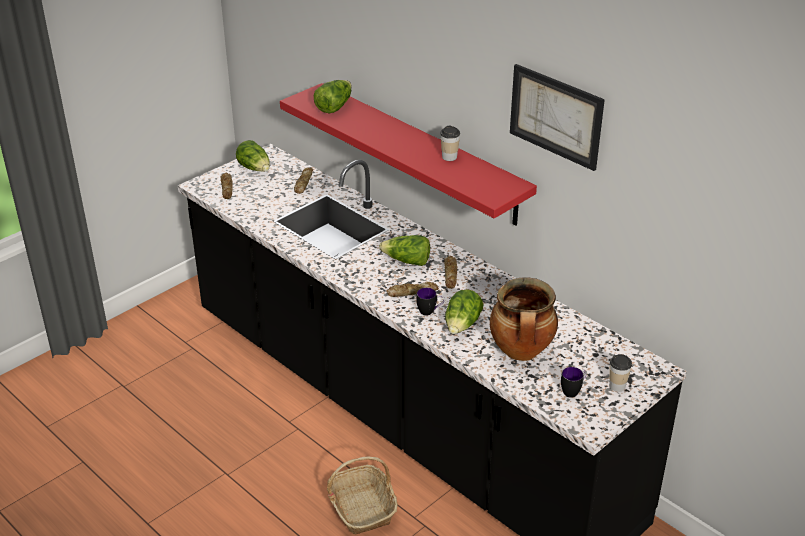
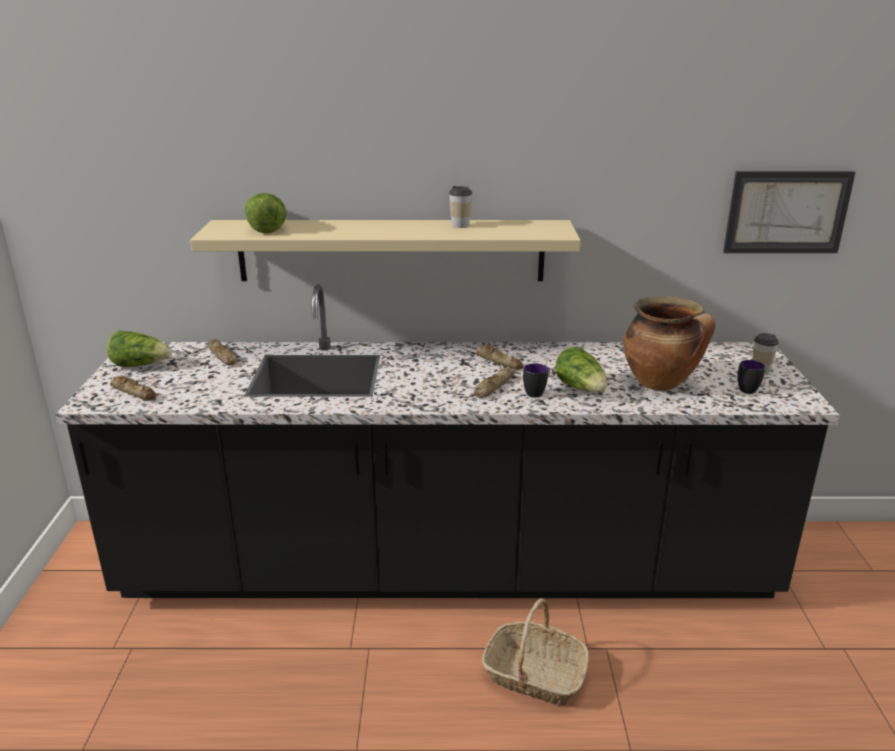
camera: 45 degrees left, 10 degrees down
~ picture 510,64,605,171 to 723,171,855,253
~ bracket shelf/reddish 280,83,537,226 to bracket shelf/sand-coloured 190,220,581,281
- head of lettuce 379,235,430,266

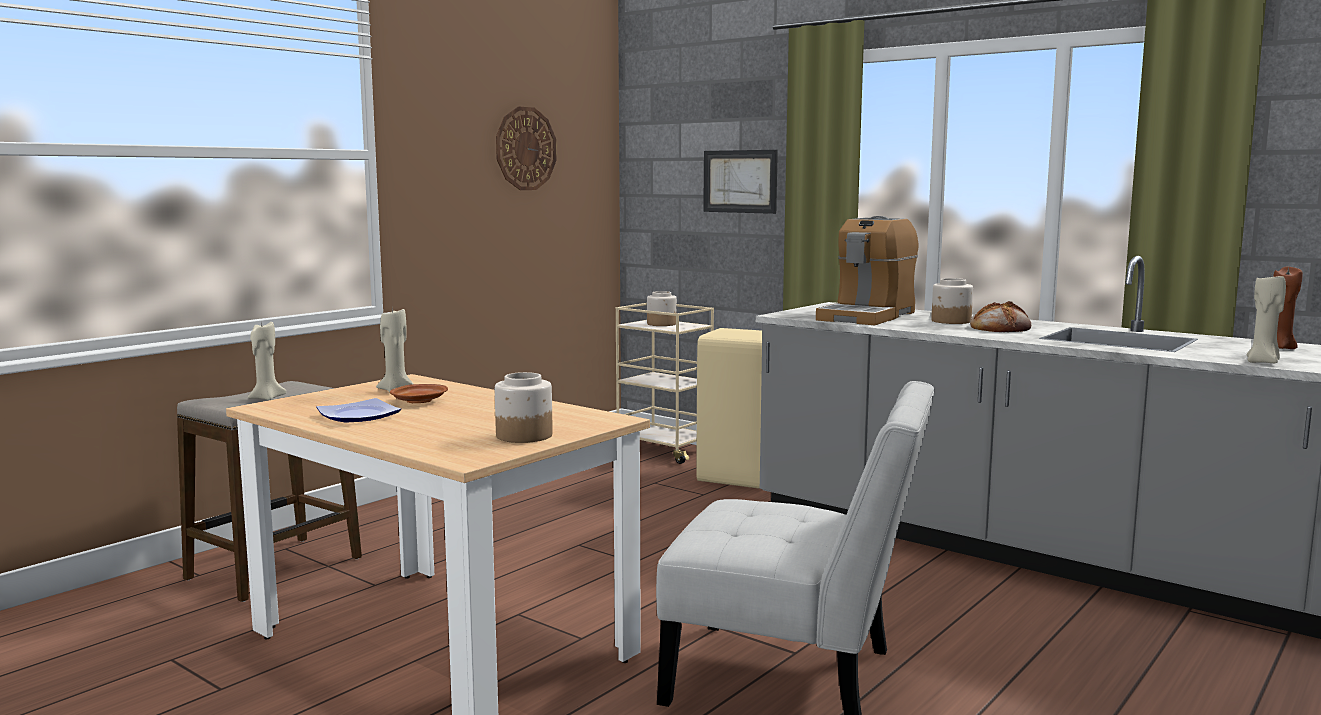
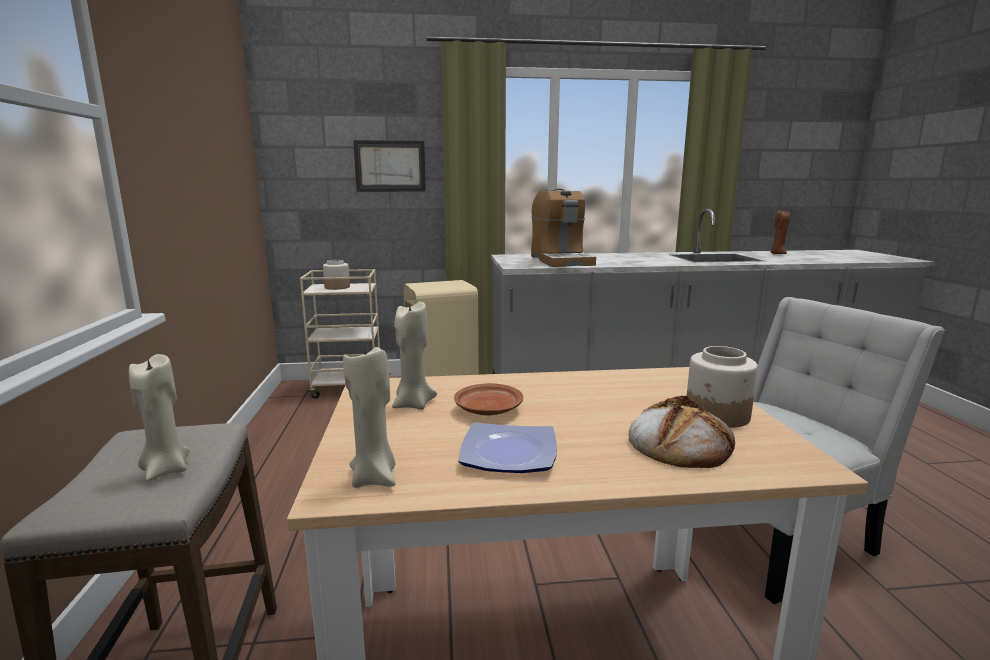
camera: 45 degrees left, 5 degrees up
- hanging clock 496,106,557,190
~ wax candle/sand-coloured 1246,274,1286,363 to 343,343,396,488
- jar 931,278,973,324
~ bakery bread 970,301,1031,332 to 629,395,735,468

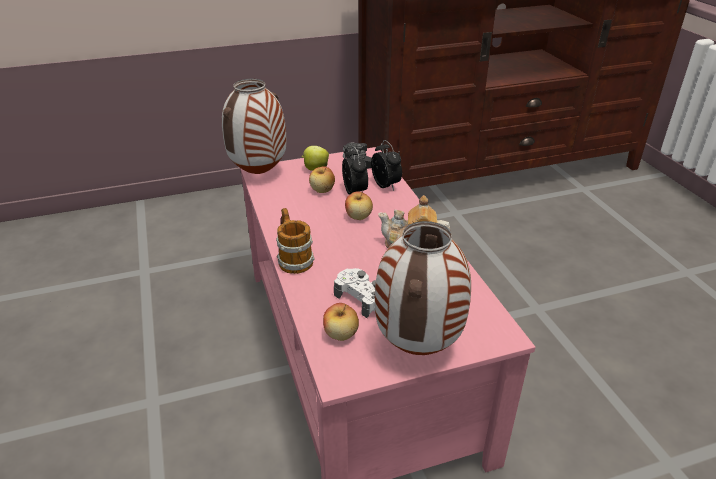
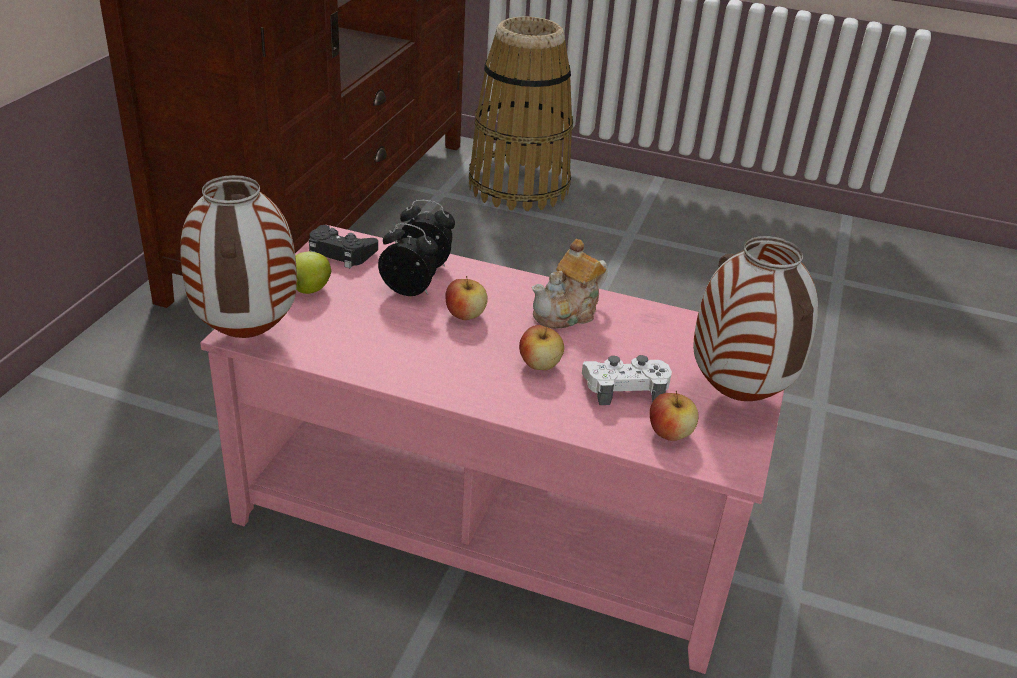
camera: 55 degrees left, 0 degrees up
~ apple fruit 309,166,335,193 to 519,325,564,370
- mug 276,208,315,274
+ basket 469,16,573,211

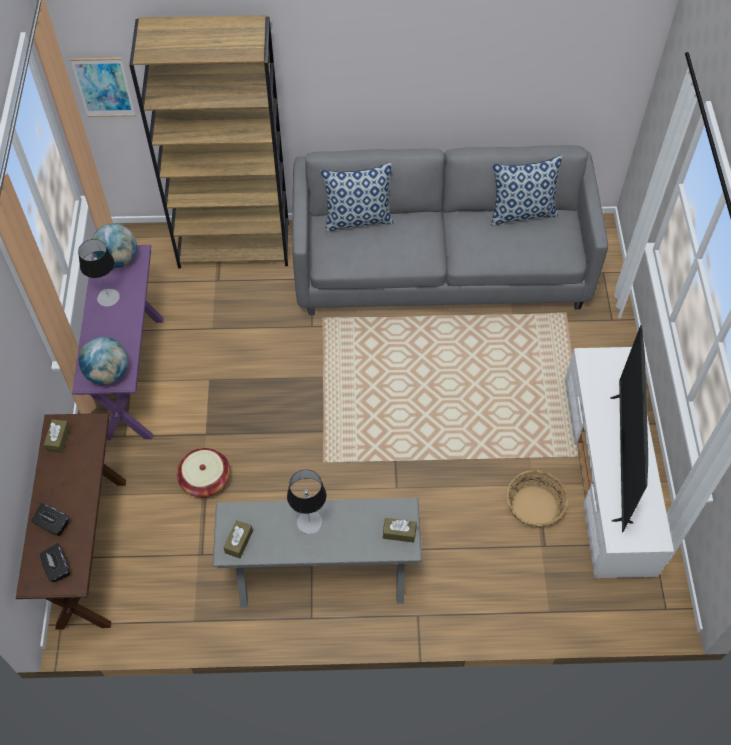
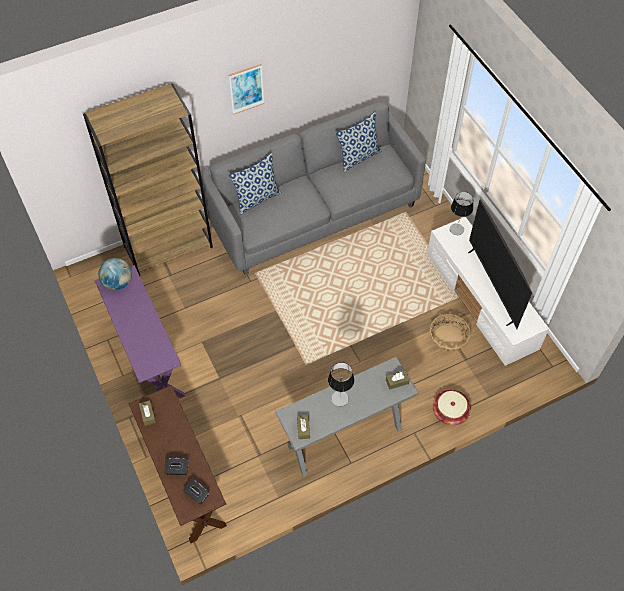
camera: 25 degrees left, 0 degrees up
~ picture 70,58,135,117 to 229,64,264,115
~ lamp for a table 78,239,120,306 to 450,192,473,235
- globe 79,337,128,385
~ basket 177,448,230,498 to 433,389,471,425

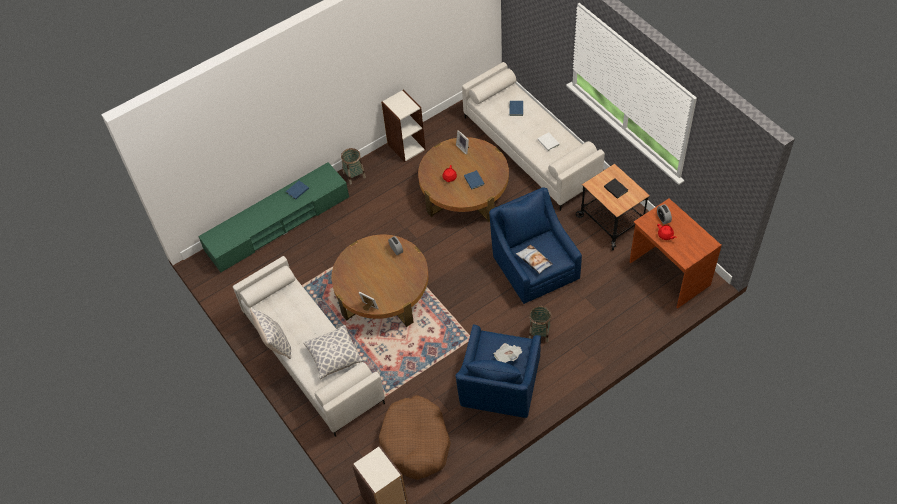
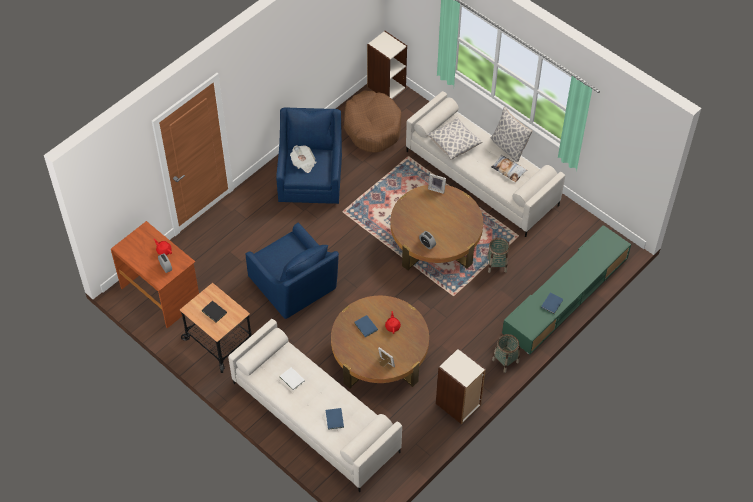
camera: 165 degrees right, 0 degrees up
~ cushion 516,245,553,274 to 491,155,527,182
~ basket 529,306,551,342 to 487,238,510,273

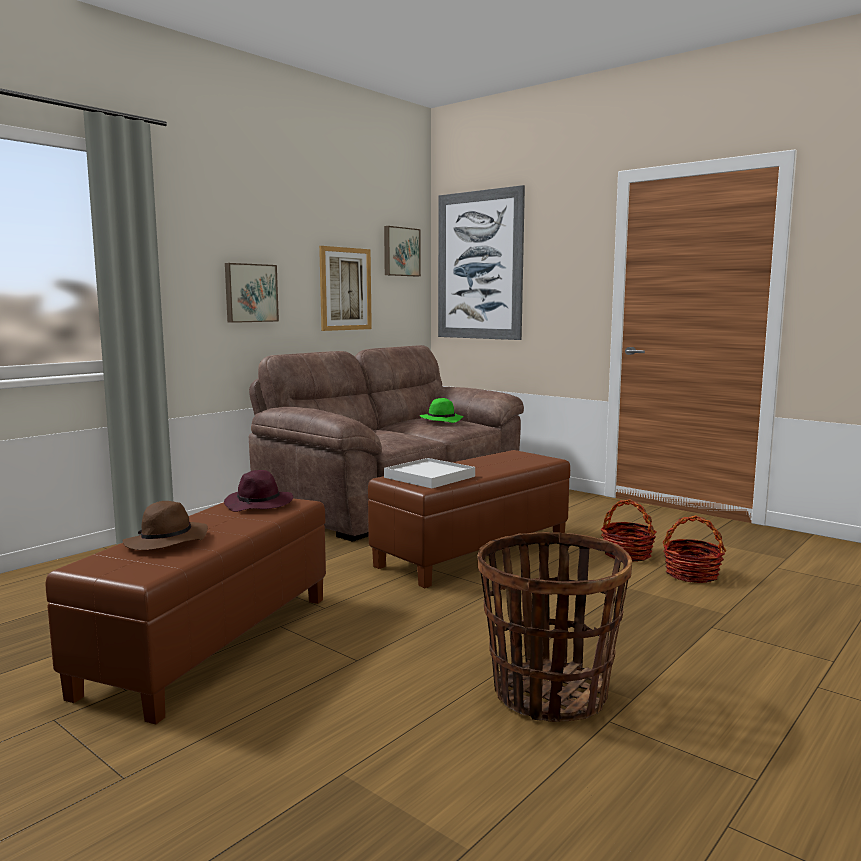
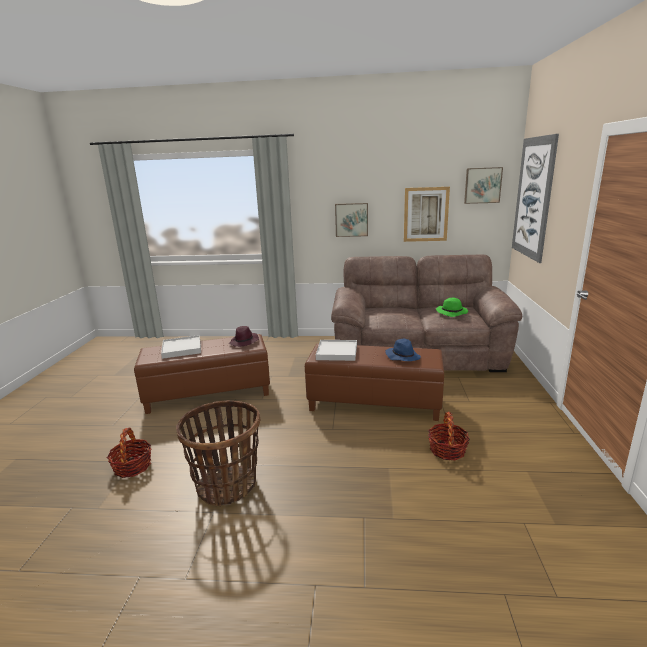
camera: 55 degrees right, 10 degrees up
~ hat/brownish 123,501,208,550 to carrying tray/white 161,335,201,359
~ basket 663,515,727,583 to 107,428,151,478
+ hat/blue 385,339,421,361

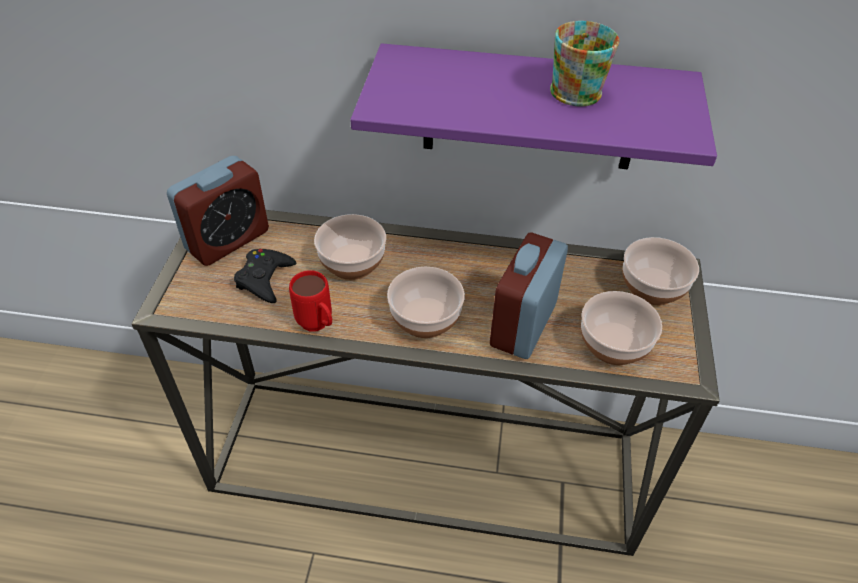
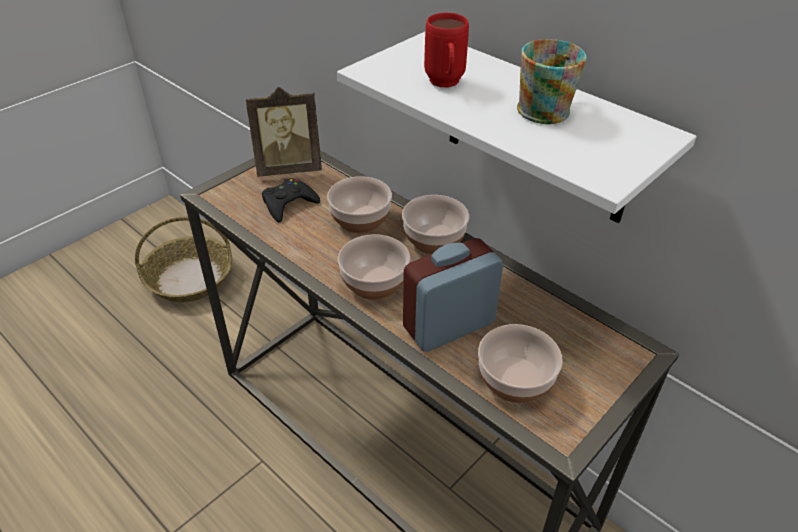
camera: 35 degrees right, 5 degrees down
~ bracket shelf/purple 350,43,717,169 to bracket shelf/white 337,32,696,223
~ bedside clock 167,156,269,266 to picture frame 246,87,322,177
~ serving bowl 622,237,699,305 to 402,195,469,254
~ mug/reddish 289,270,332,331 to 424,13,469,88
+ basket 135,217,232,302

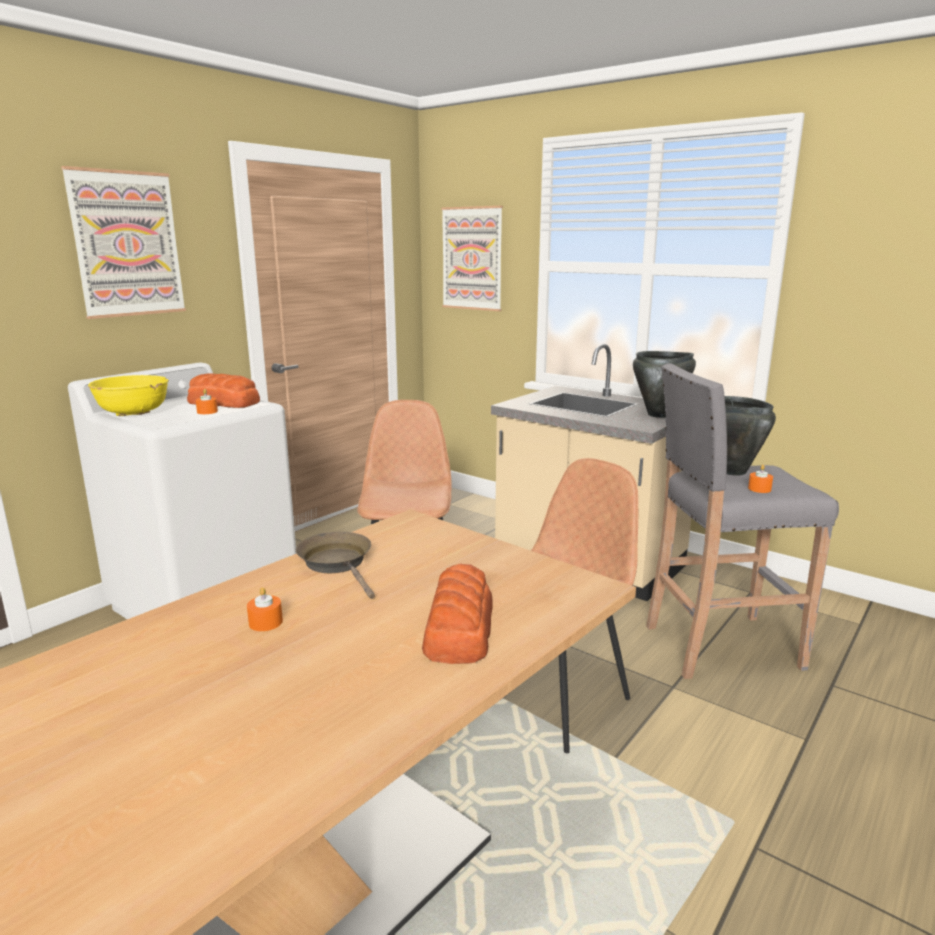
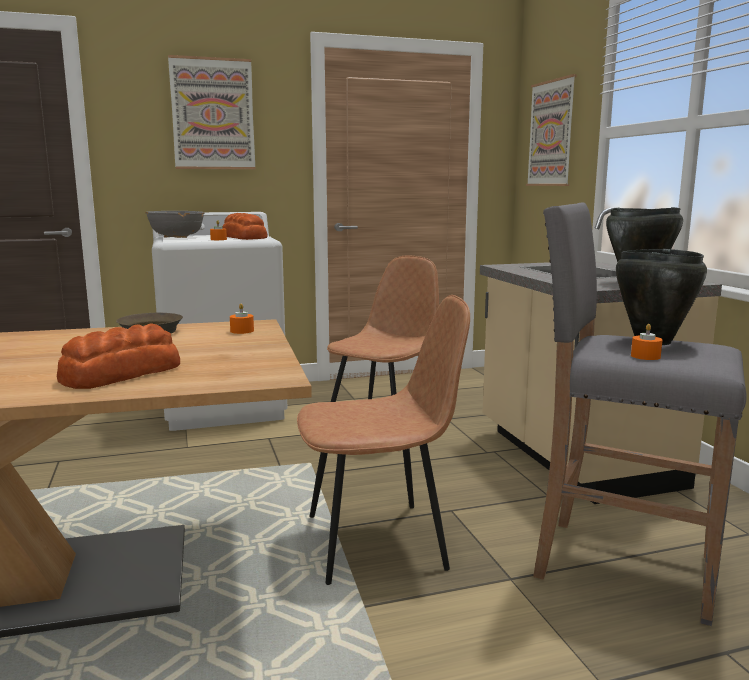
camera: 35 degrees right, 5 degrees down
~ serving bowl/yellow-coloured 88,375,169,416 to serving bowl/greyish 146,211,204,238
~ wax candle/orange-coloured 247,587,283,631 to 230,304,254,334

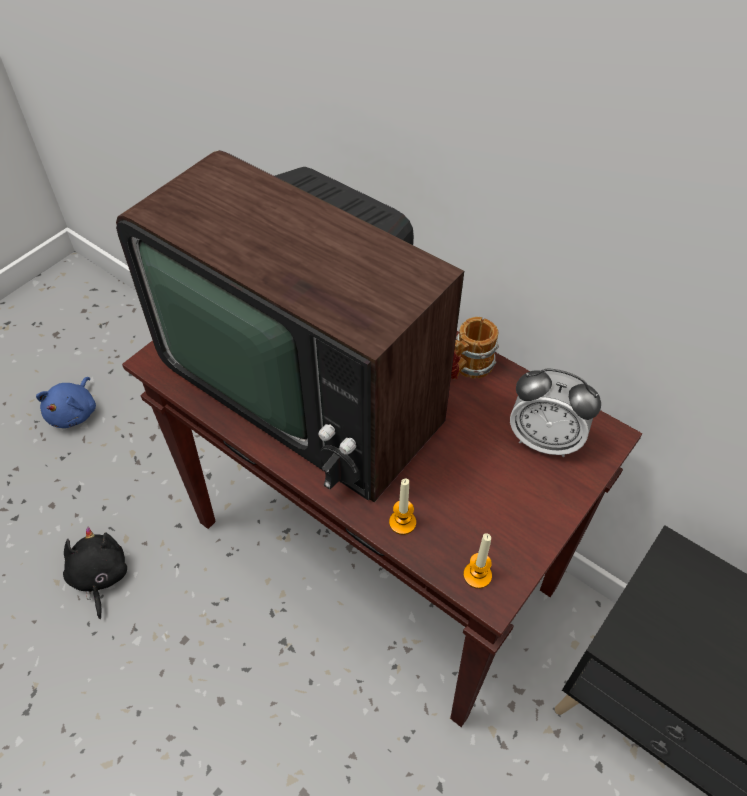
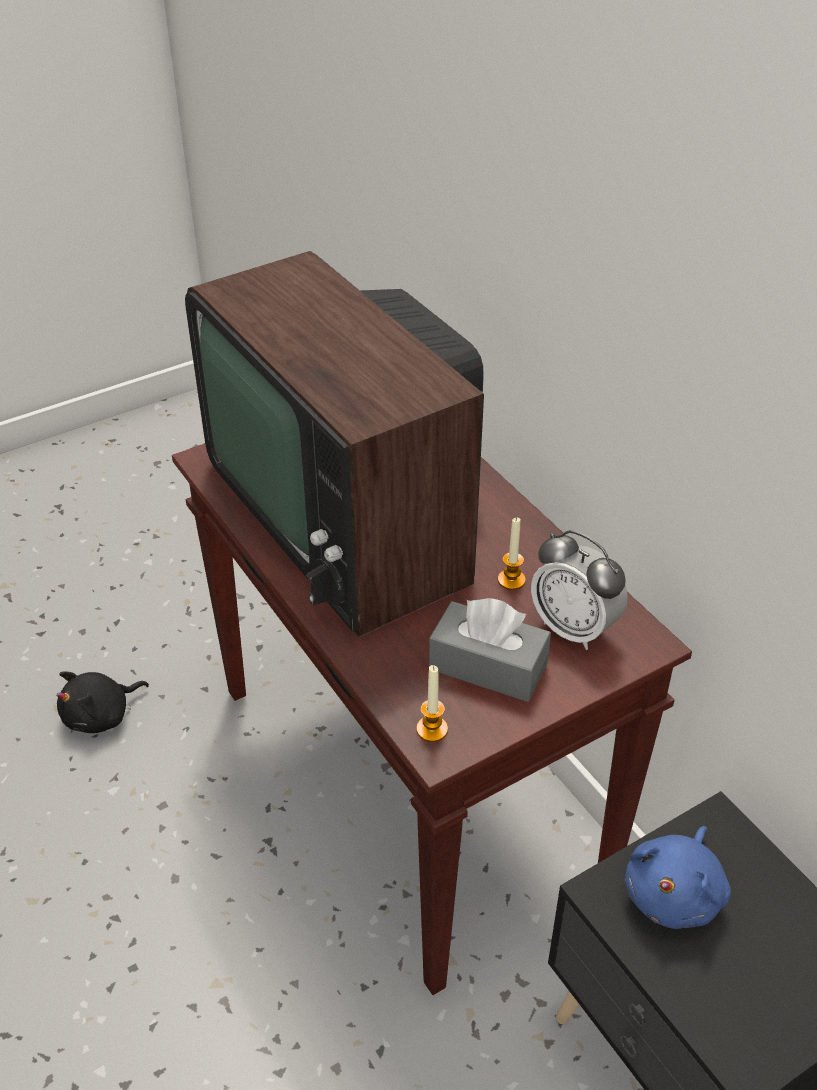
camera: 20 degrees right, 10 degrees down
- mug 451,317,499,380
~ cuddly toy/blue 36,377,96,428 to 625,826,731,929
~ wax candle 389,479,416,535 to 498,517,526,590
~ cuddly toy/black-coloured 63,527,127,619 = 56,671,149,733 135 degrees counterclockwise
+ box of tissues/greyish 429,598,551,702

